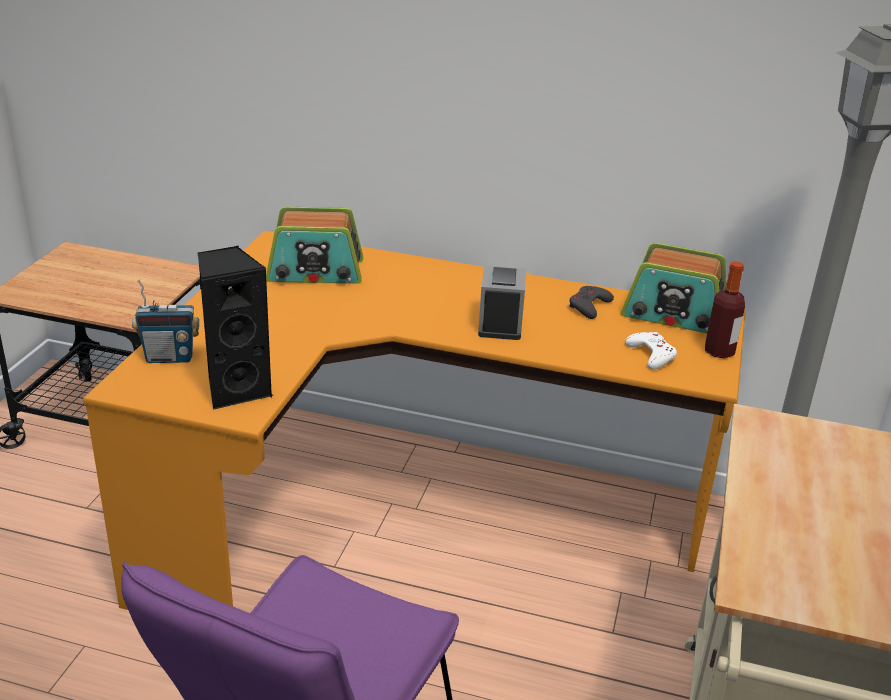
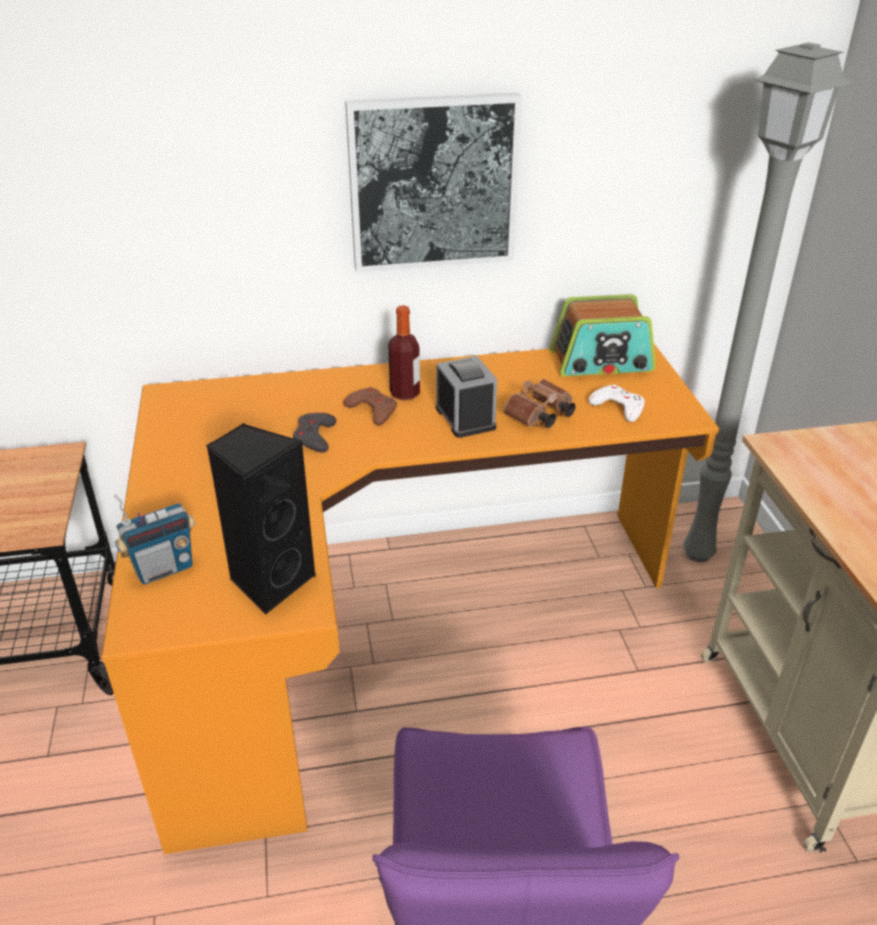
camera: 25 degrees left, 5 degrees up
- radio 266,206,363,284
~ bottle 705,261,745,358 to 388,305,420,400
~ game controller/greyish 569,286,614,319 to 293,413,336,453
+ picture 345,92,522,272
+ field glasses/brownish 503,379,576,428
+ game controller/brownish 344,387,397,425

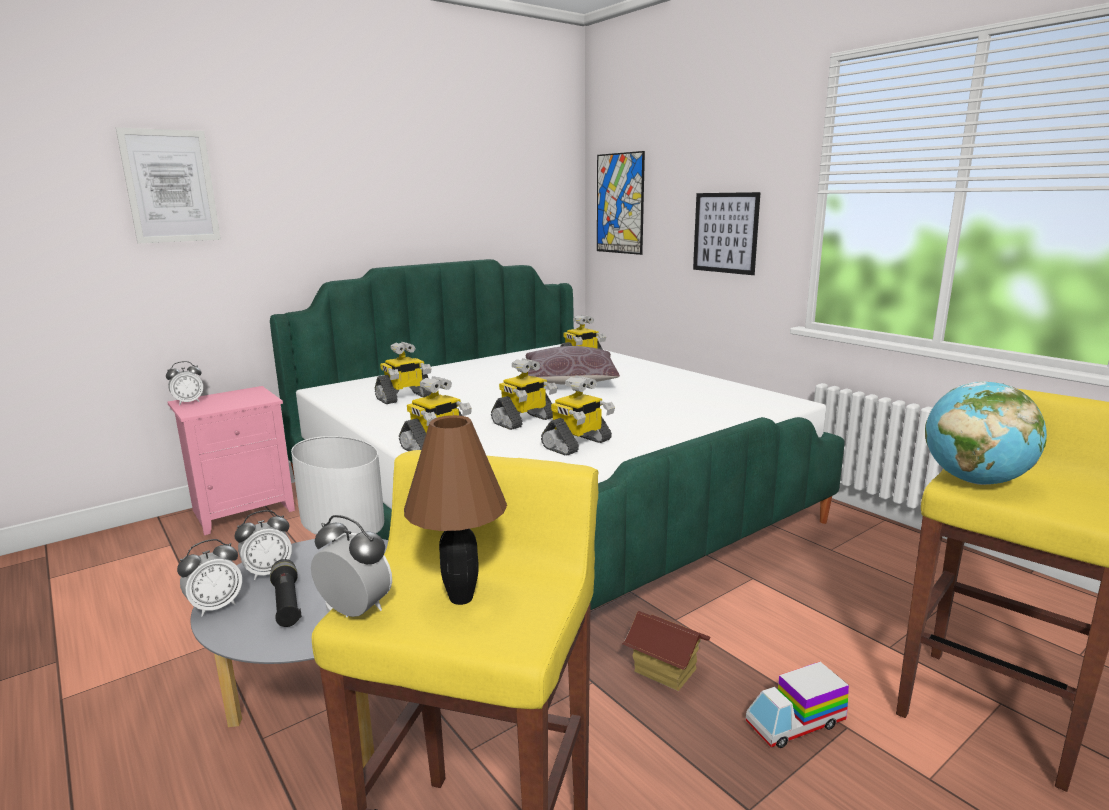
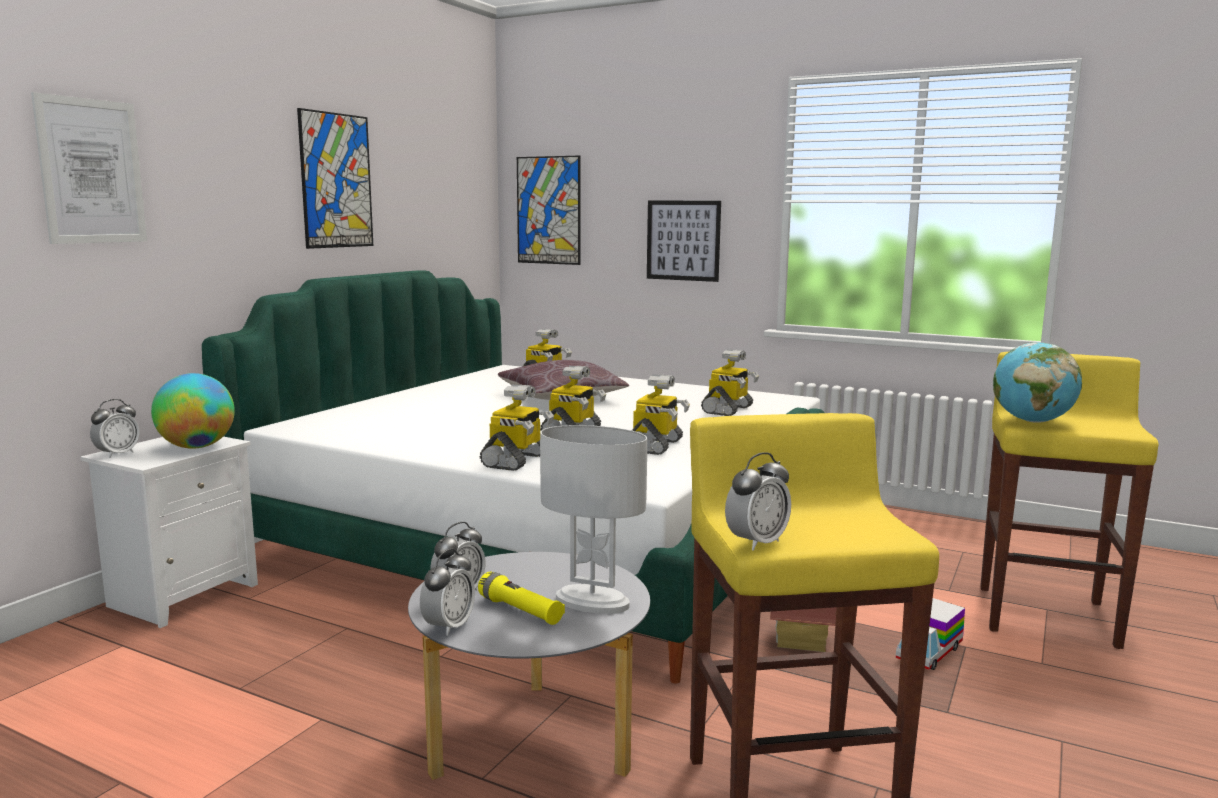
camera: 25 degrees left, 5 degrees down
~ toy robot 375,342,432,404 to 701,349,759,416
~ nightstand/pink-coloured 167,386,295,535 to nightstand/white 80,437,258,628
- lamp for a table/brownish 404,415,507,605
~ bedside clock 311,515,392,617 = 725,452,791,551 135 degrees clockwise
~ torch/black-coloured 270,559,302,627 to torch/yellow-coloured 478,572,565,625
+ picture 297,108,373,249
+ globe 151,373,235,449

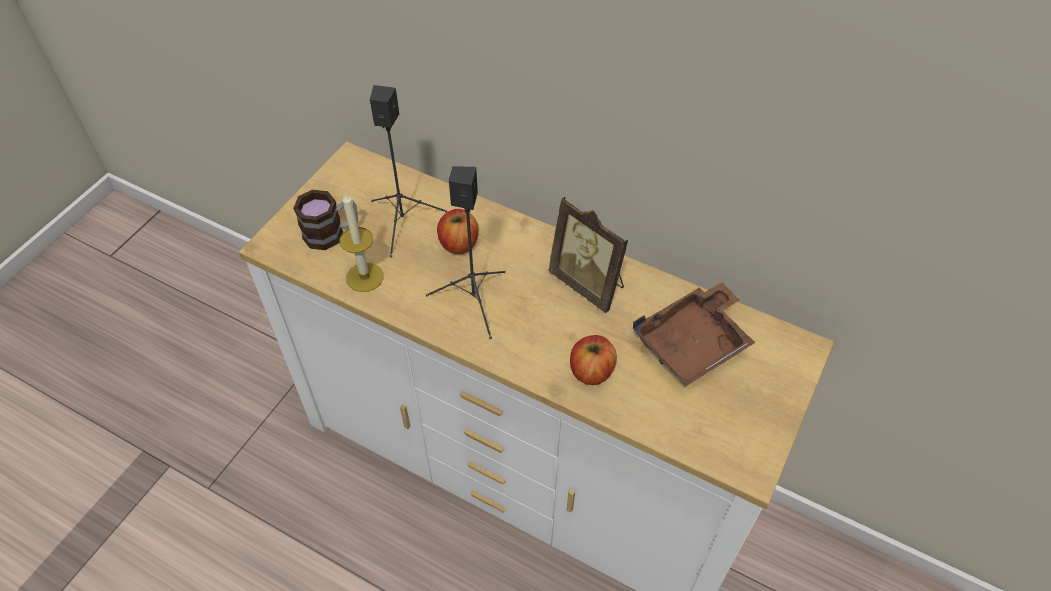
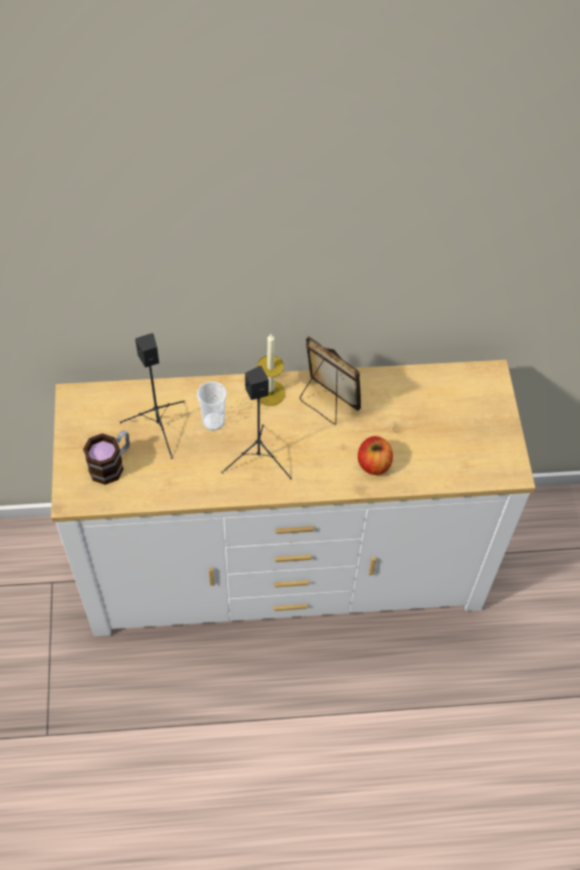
camera: 35 degrees left, 5 degrees up
~ wax candle 339,192,384,292 to 257,334,285,406
~ picture frame 548,197,628,313 = 299,337,361,425 150 degrees counterclockwise
~ apple fruit 437,209,479,254 to cup 197,381,227,431
- carrying tray/brownish 633,282,755,387

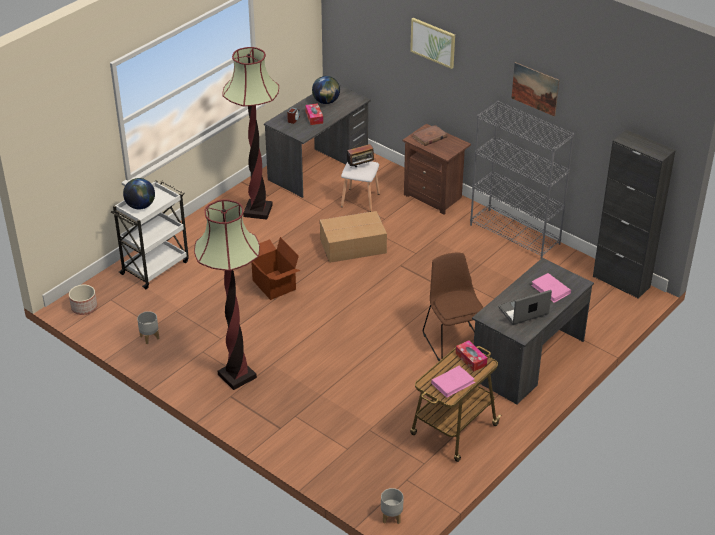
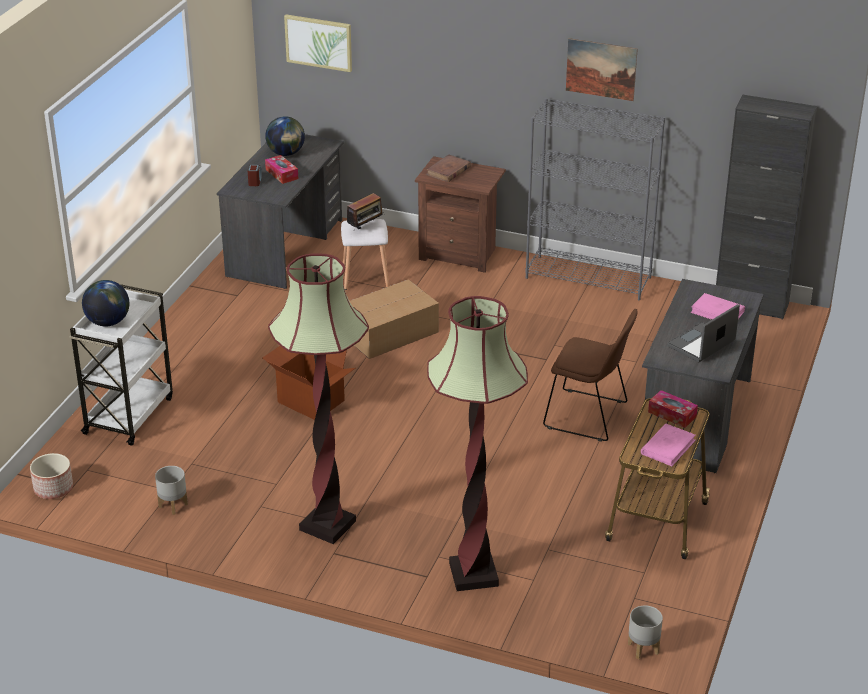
camera: 20 degrees left, 5 degrees down
~ picture 410,18,455,69 to 284,15,352,72
~ standard lamp 222,47,279,220 to 427,296,528,591
~ plain chair/brownish 423,253,484,361 = 543,309,638,442 150 degrees clockwise

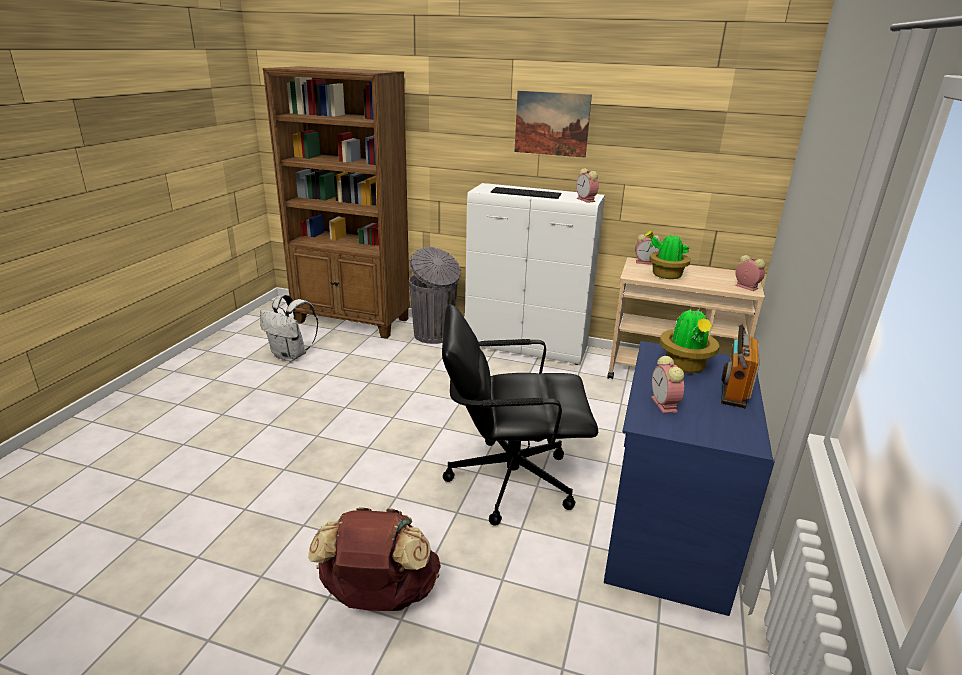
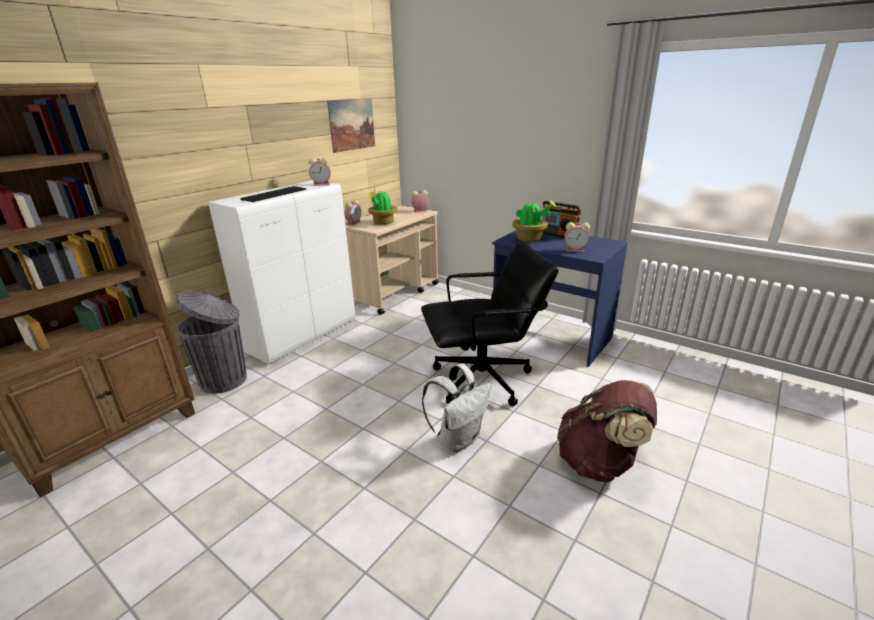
camera: 70 degrees left, 0 degrees up
~ picture 515,91,592,158 to 327,98,375,153
~ backpack/white 260,295,318,362 to 422,364,491,452
~ desk chair/black-coloured 442,304,598,526 = 421,240,559,406 120 degrees counterclockwise

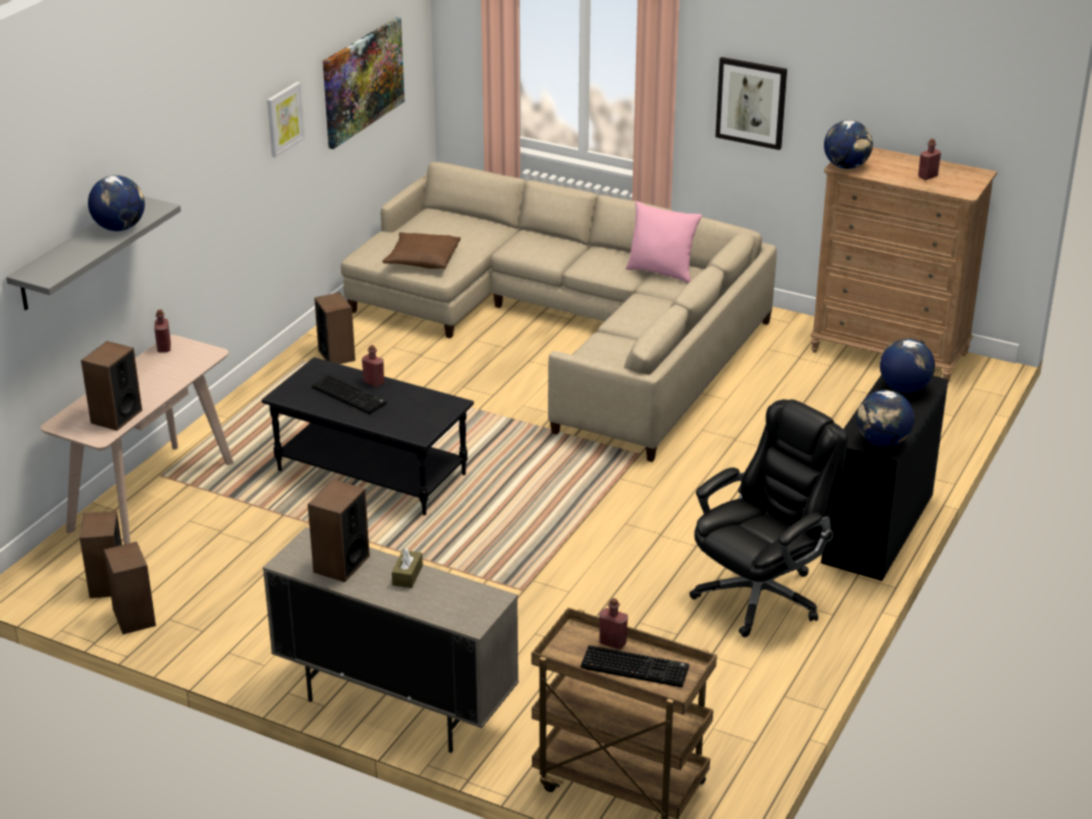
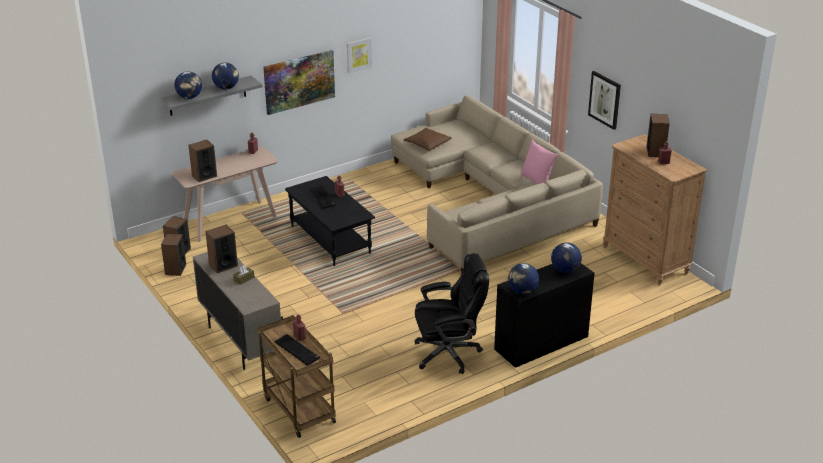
camera: 30 degrees right, 0 degrees up
~ picture 323,17,405,149 to 263,50,335,115
~ globe 824,120,873,169 to 174,71,202,99
~ loudspeaker 314,292,355,364 to 647,114,669,157

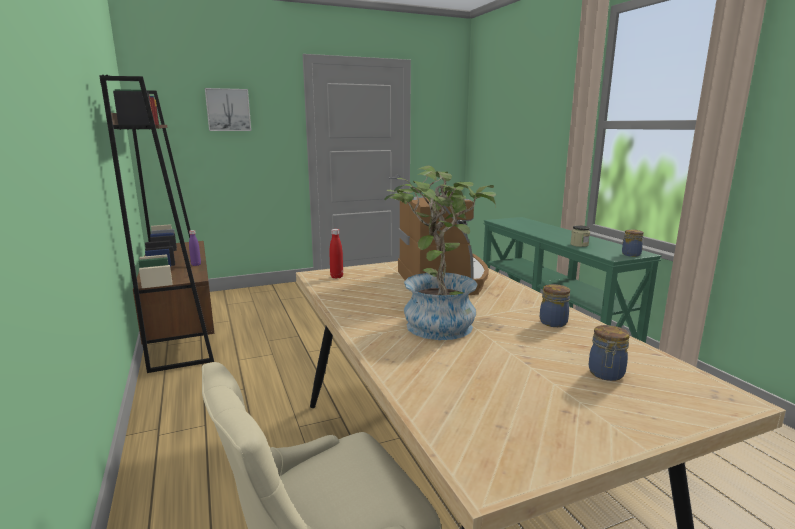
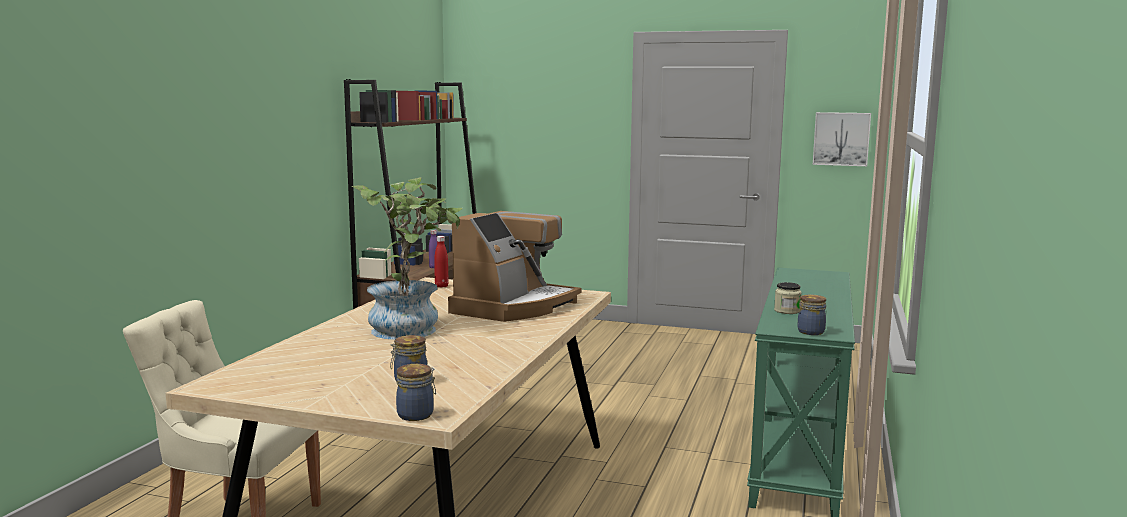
camera: 40 degrees right, 5 degrees down
~ picture 205,88,251,131 to 813,112,871,166
~ jar 540,284,570,327 to 396,364,436,421

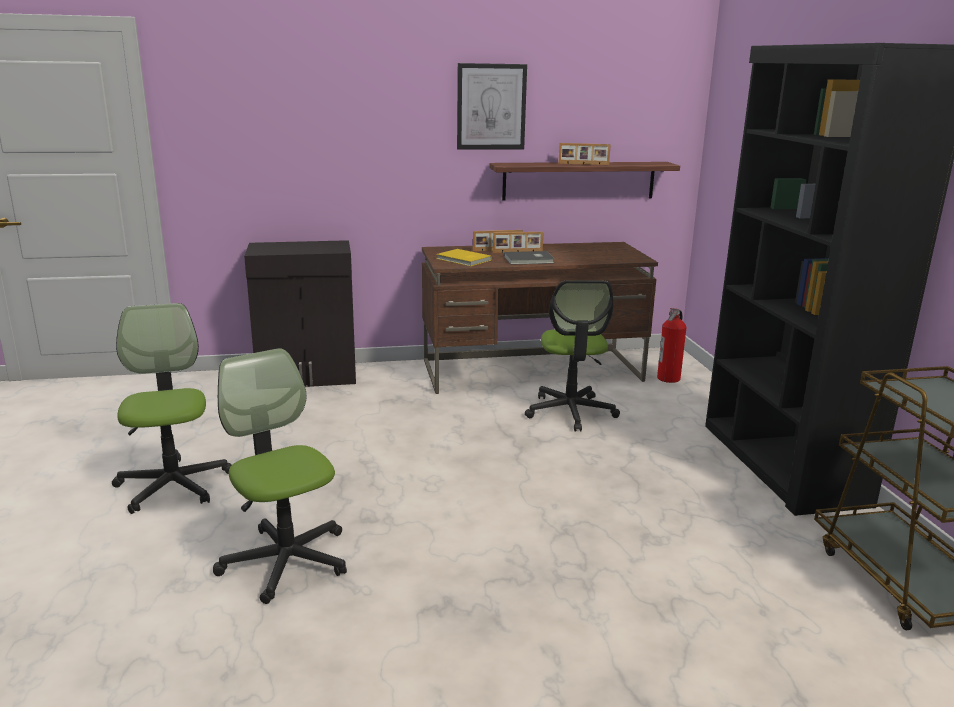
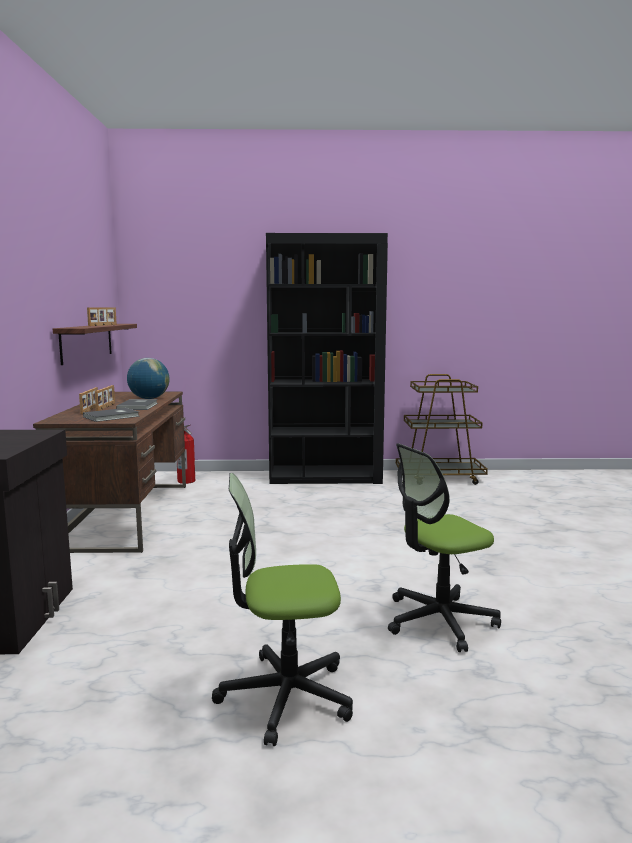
camera: 80 degrees left, 10 degrees down
- picture 457,63,527,150
~ book/yellow-coloured 436,249,492,266 to book/greyish 83,408,140,422
- desk chair 525,280,620,431
+ globe 127,358,170,399

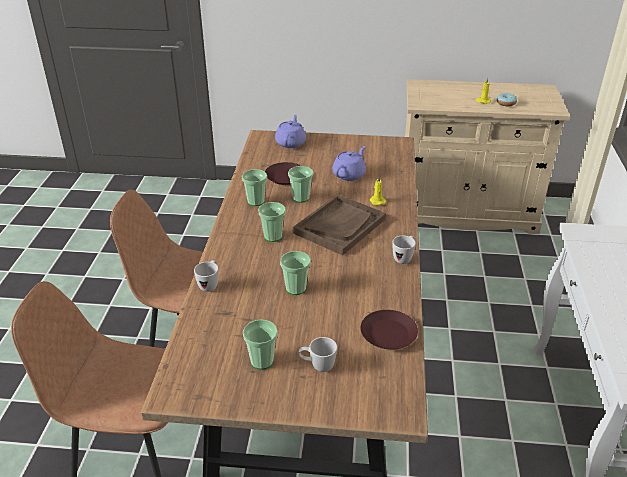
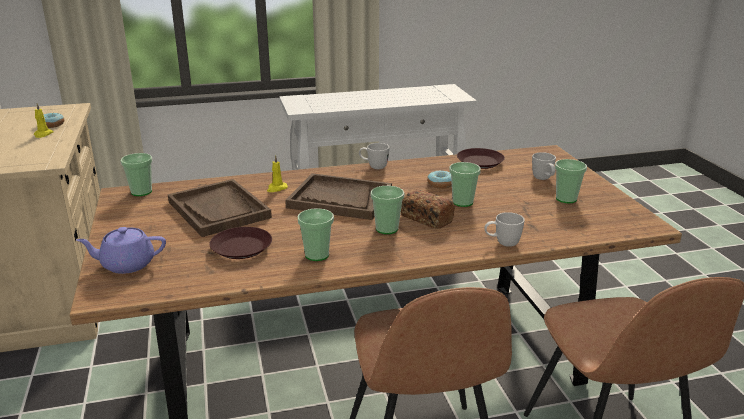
camera: 110 degrees left, 10 degrees down
~ teapot/purple 332,146,366,181 to carrying tray/brownish 168,179,272,237
~ cup 288,166,313,203 to 120,153,152,196
+ ring doughnut 427,170,452,189
+ bakery bread 401,190,455,229

